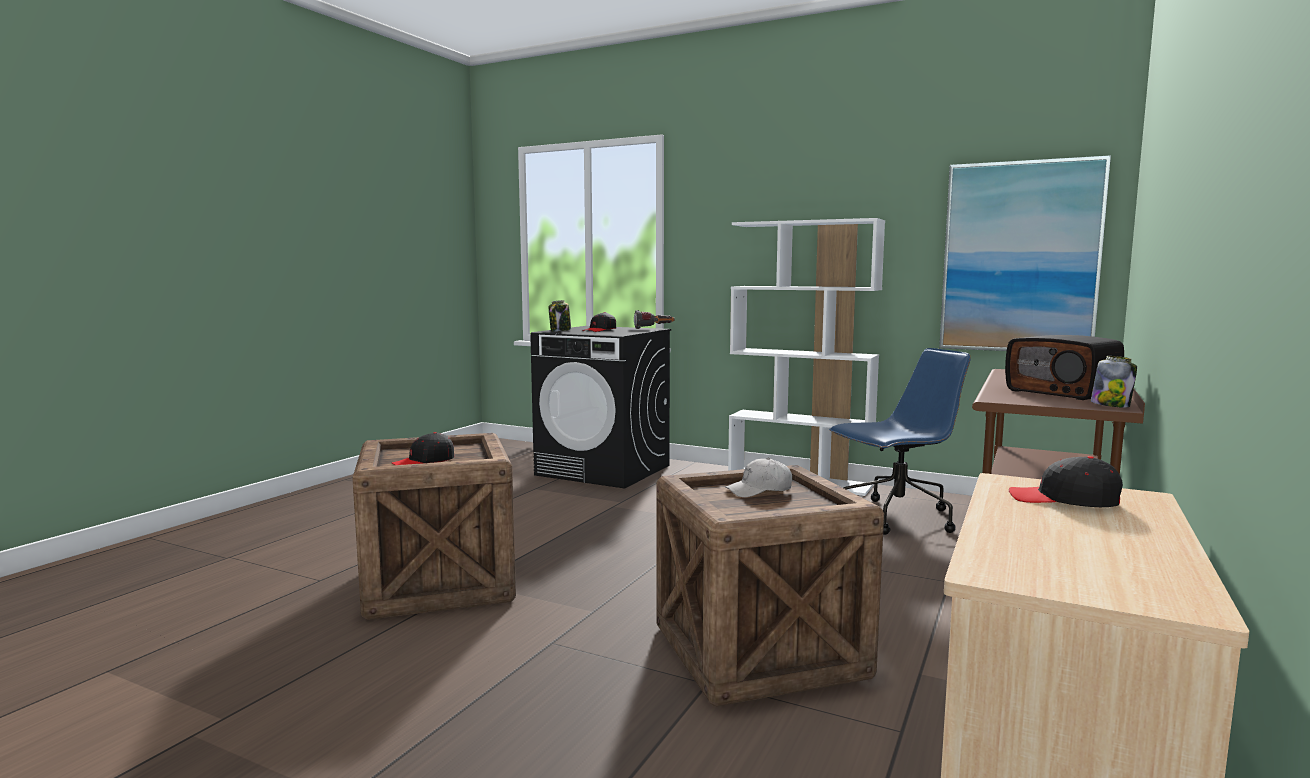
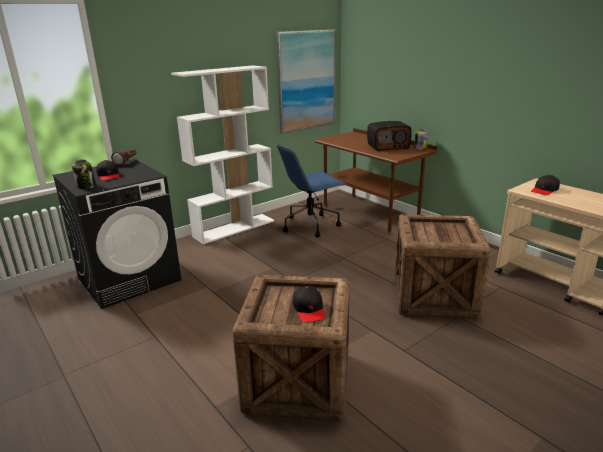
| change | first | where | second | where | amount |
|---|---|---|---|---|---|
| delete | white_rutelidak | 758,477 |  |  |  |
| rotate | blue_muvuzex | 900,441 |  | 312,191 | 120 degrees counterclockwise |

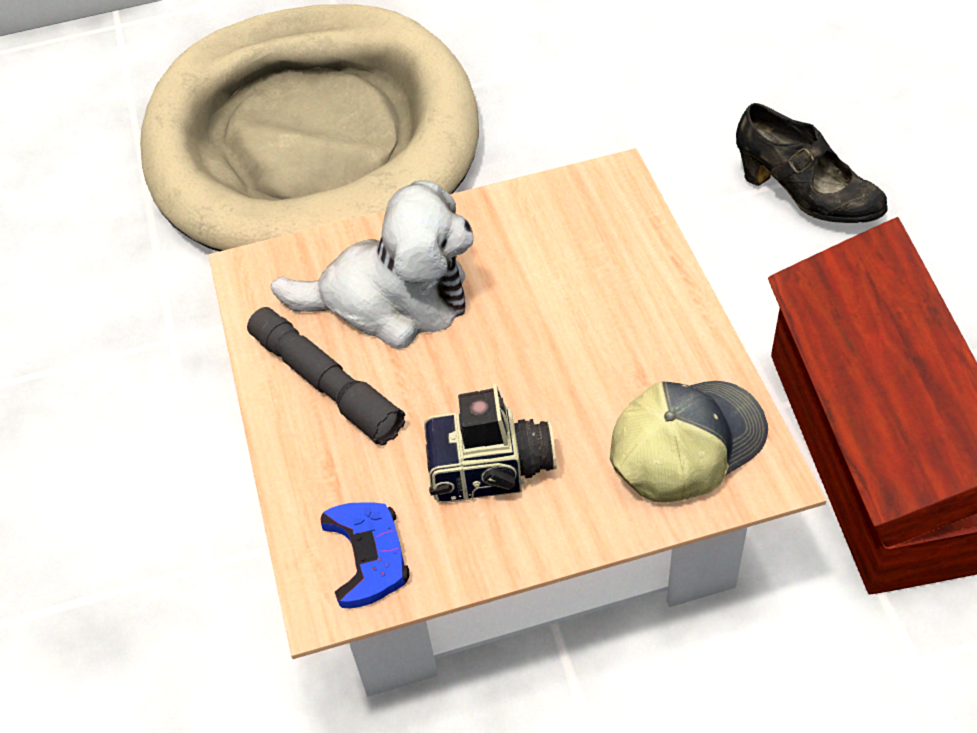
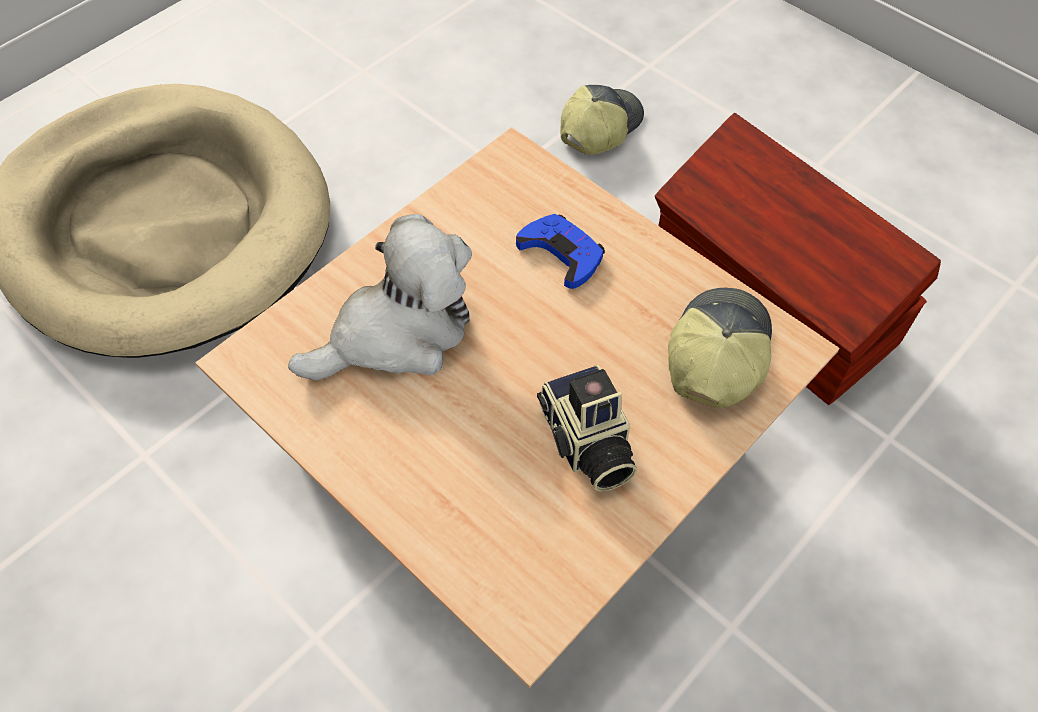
| change | first | where | second | where | amount |
|---|---|---|---|---|---|
| delete | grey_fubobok | 326,376 |  |  |  |
| move | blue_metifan | 365,555 |  | 560,251 |  |
| replace | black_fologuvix | 812,163 | rutelidak | 602,120 |  |
| rotate | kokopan | 490,443 |  | 587,428 | 105 degrees clockwise |

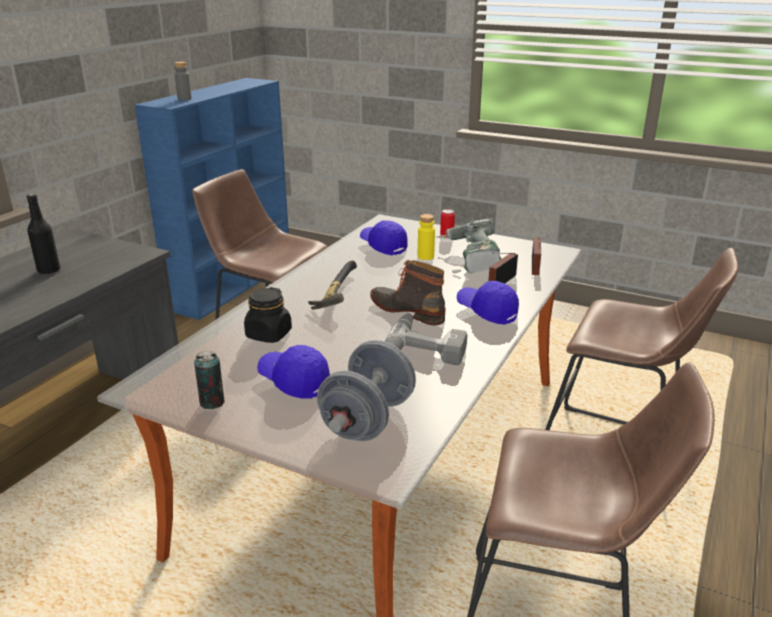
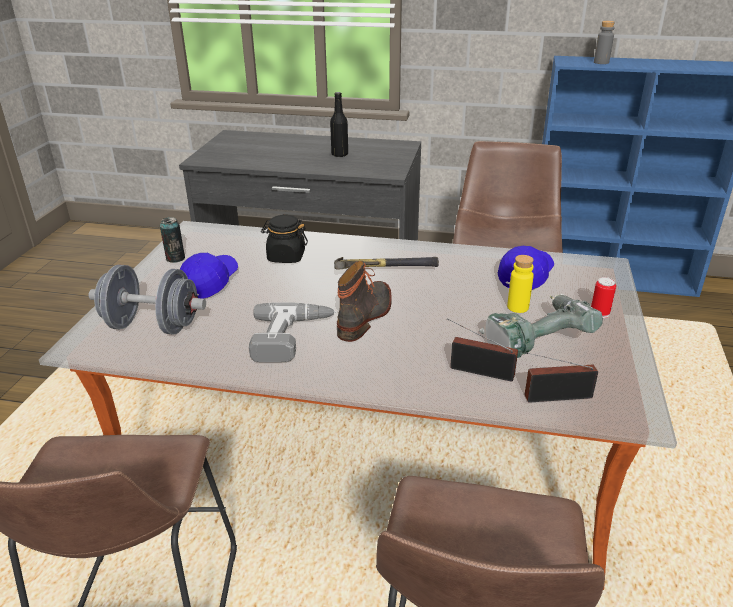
| change | first | where | second | where | amount |
|---|---|---|---|---|---|
| delete | blue_rutelidak | 488,303 |  |  |  |

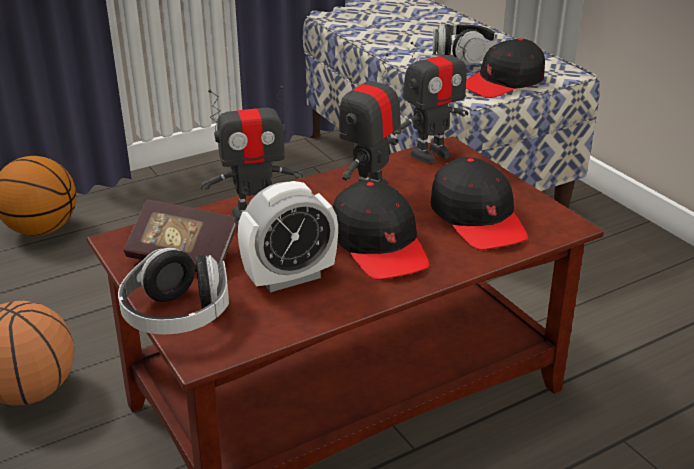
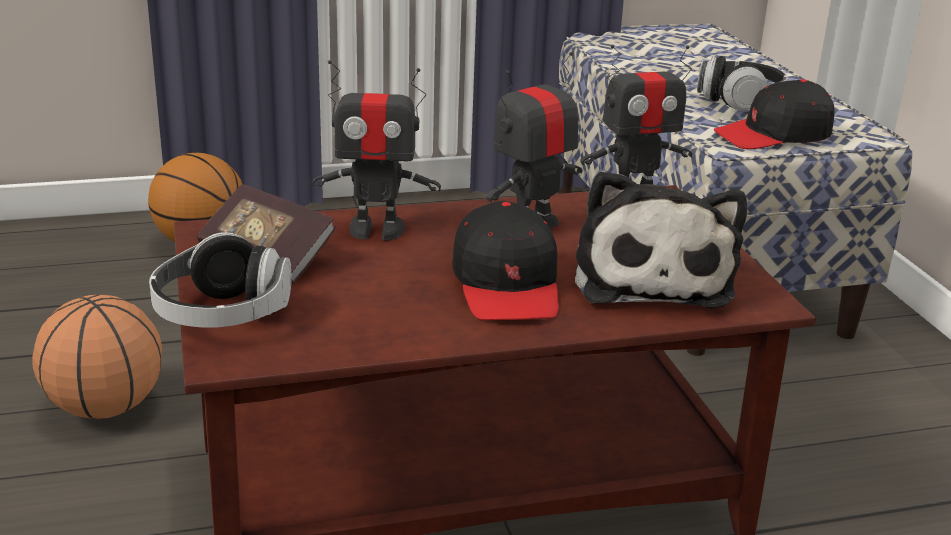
| change | first | where | second | where | amount |
|---|---|---|---|---|---|
| delete | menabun | 288,236 |  |  |  |
| replace | black_rutelidak | 479,203 | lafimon | 661,239 |  |

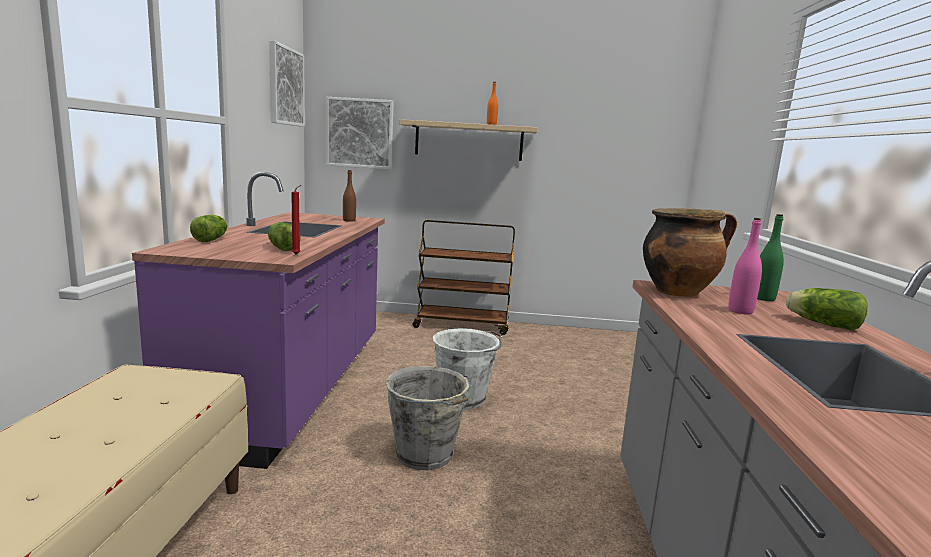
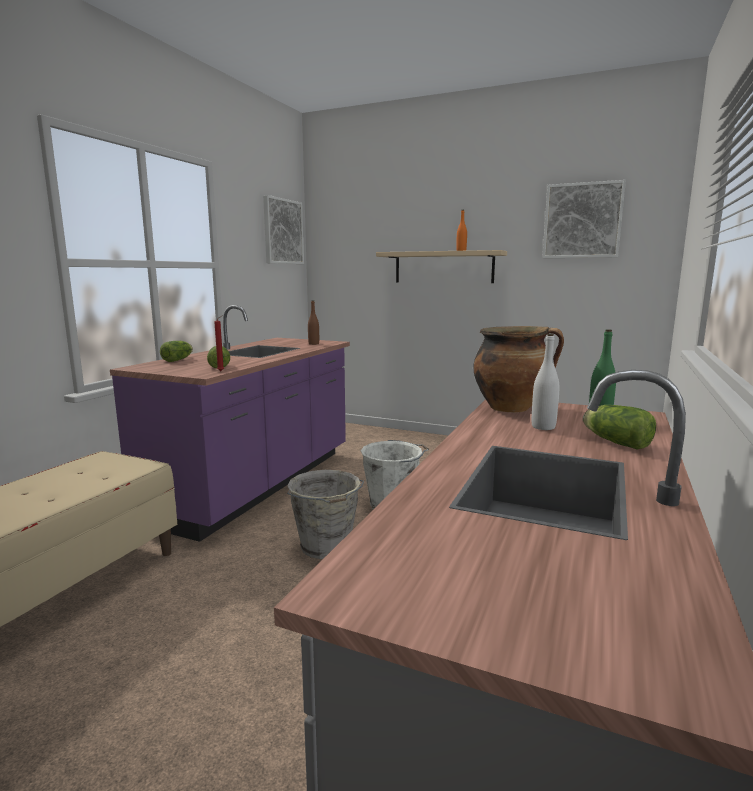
| change | first | where | second | where | amount |
|---|---|---|---|---|---|
| delete | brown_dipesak | 464,277 |  |  |  |
| move | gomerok | 360,133 |  | 584,219 |  |
| recolor | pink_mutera | 745,266 | white_mutera | 545,382 |  |

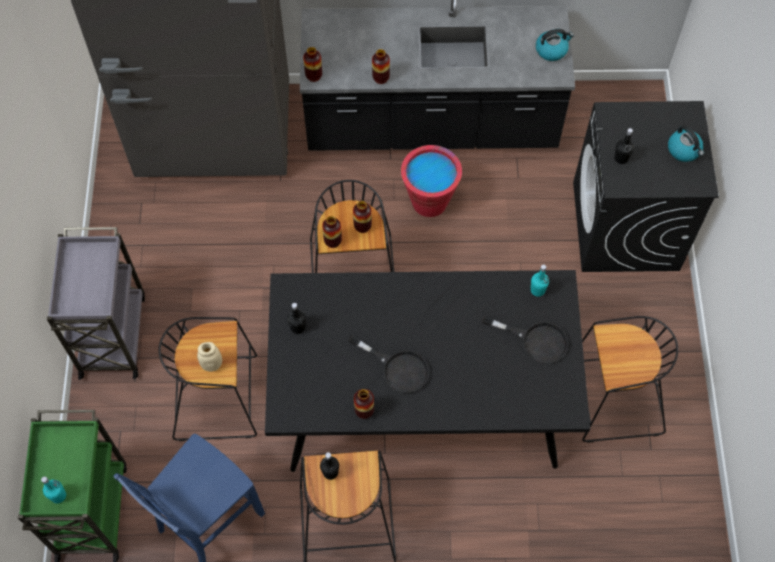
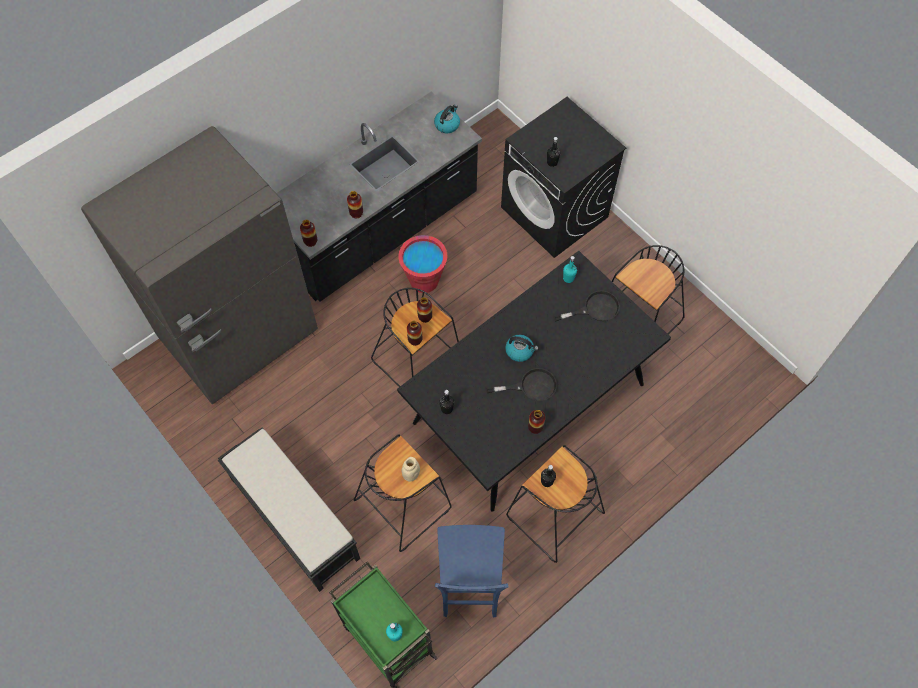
| change | first | where | second | where | amount |
|---|---|---|---|---|---|
| move | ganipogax | 686,143 |  | 522,348 |  |
| replace | grey_dipesak | 96,303 | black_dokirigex | 289,510 |  |

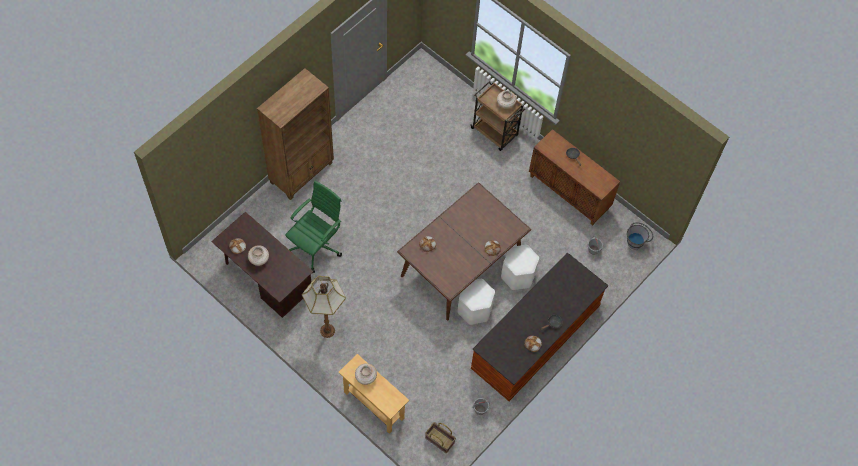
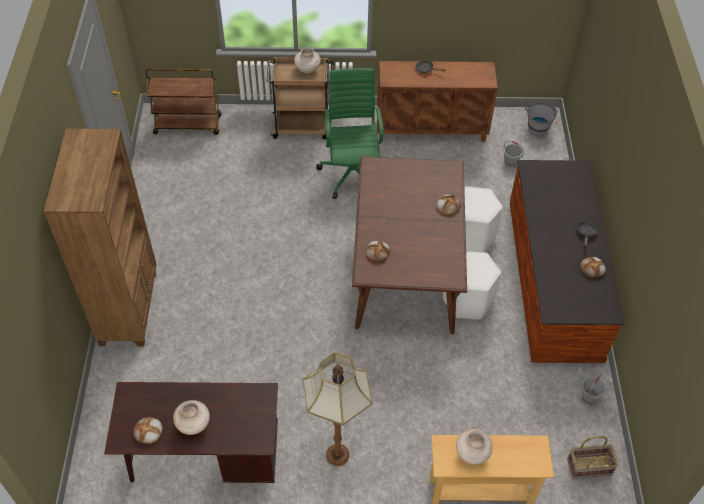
| change | first | where | second | where | amount |
|---|---|---|---|---|---|
| insert |  |  | brown_dipesak | 183,102 |  |
| move | green_muvuzex | 313,227 |  | 350,133 |  |

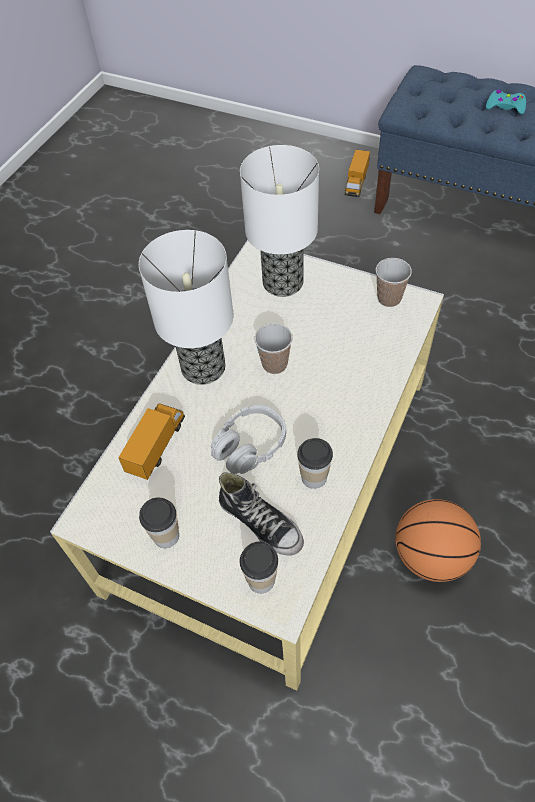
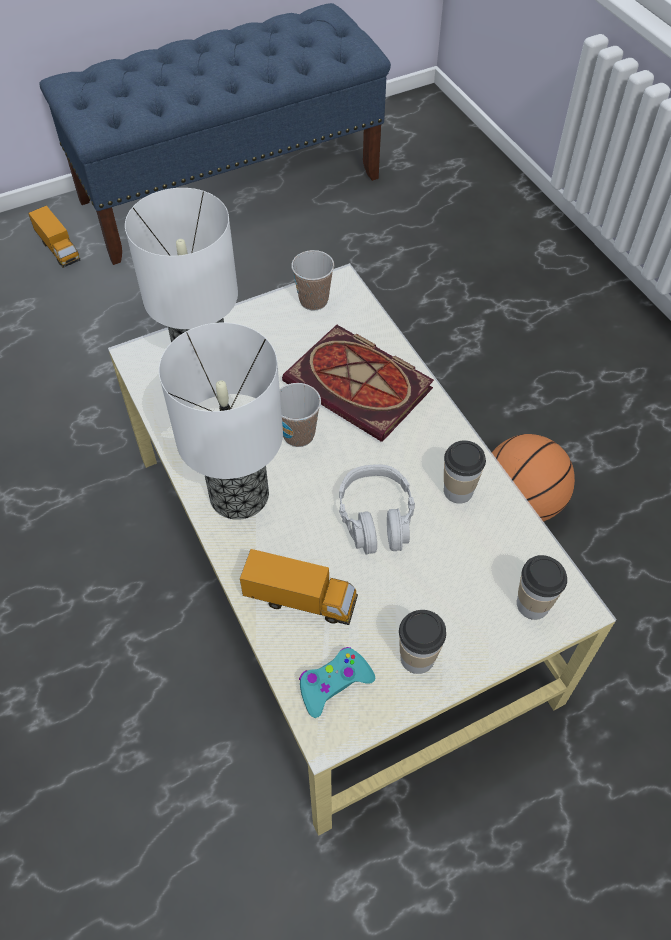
| change | first | where | second | where | amount |
|---|---|---|---|---|---|
| delete | fologuvix | 261,514 |  |  |  |
| insert |  |  | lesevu | 358,383 |  |
| move | turquoise_metifan | 506,102 |  | 337,682 |  |
| rotate | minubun | 151,441 |  | 299,587 | 135 degrees clockwise |

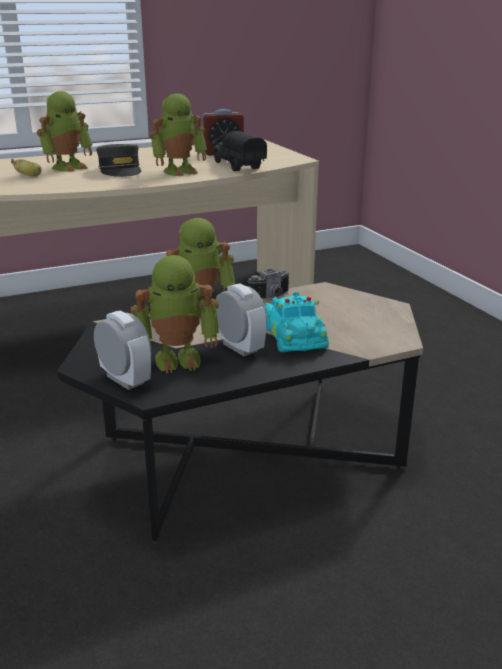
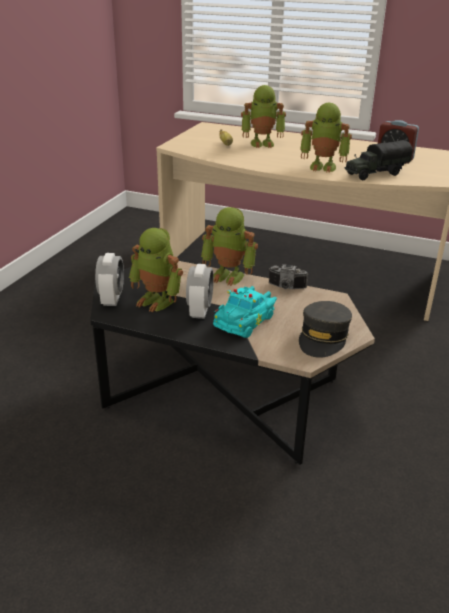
| change | first | where | second | where | amount |
|---|---|---|---|---|---|
| move | grey_rutelidak | 118,160 |  | 325,329 |  |
| rotate | minubun | 240,151 |  | 378,160 | 135 degrees counterclockwise |

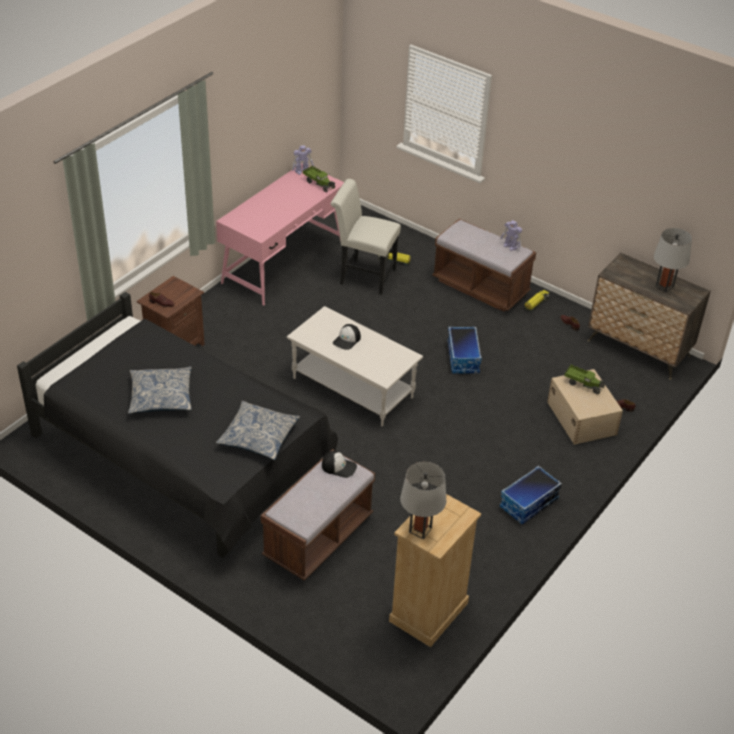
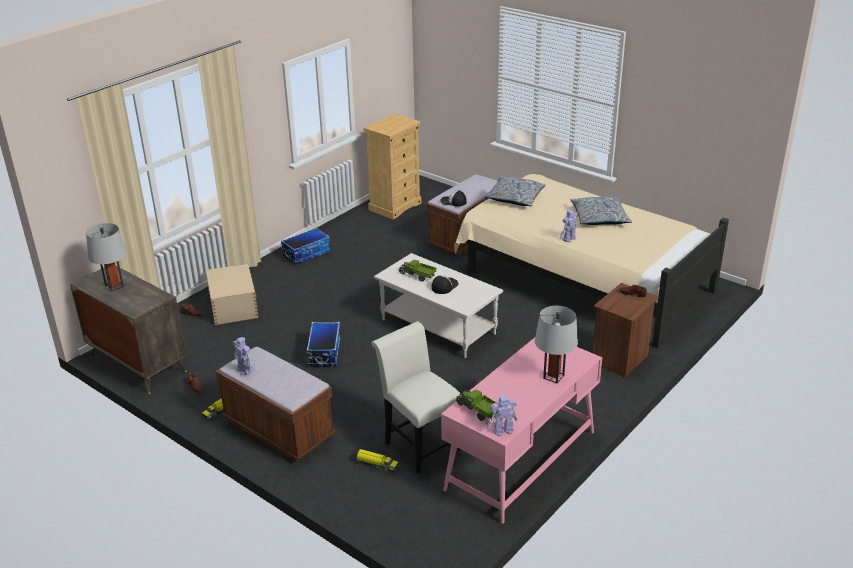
| change | first | where | second | where | amount |
|---|---|---|---|---|---|
| insert |  |  | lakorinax | 569,226 |  |
| move | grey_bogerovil | 423,500 |  | 556,344 |  |
| move | minubun | 584,379 |  | 418,271 |  |
| recolor | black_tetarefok | 177,425 | beige_tetarefok | 591,261 |  |
| rotate | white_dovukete | 365,237 |  | 417,397 | 150 degrees counterclockwise |

